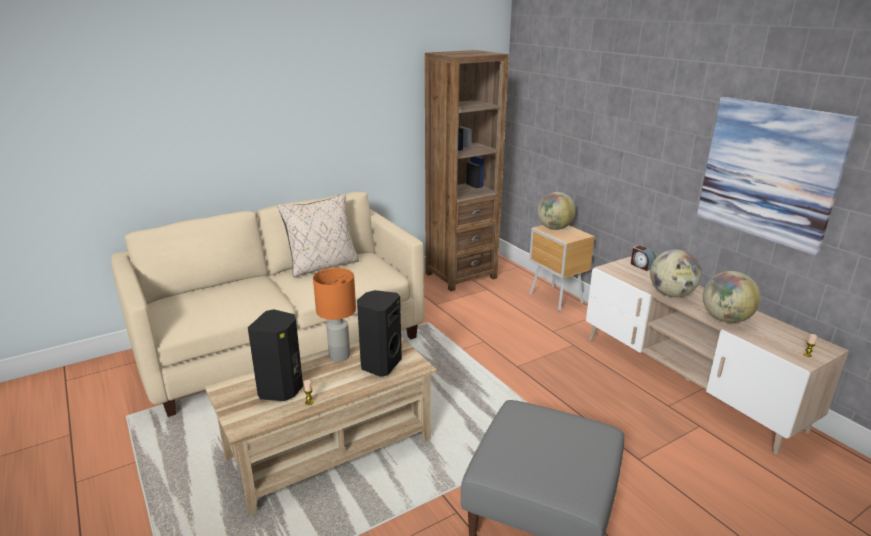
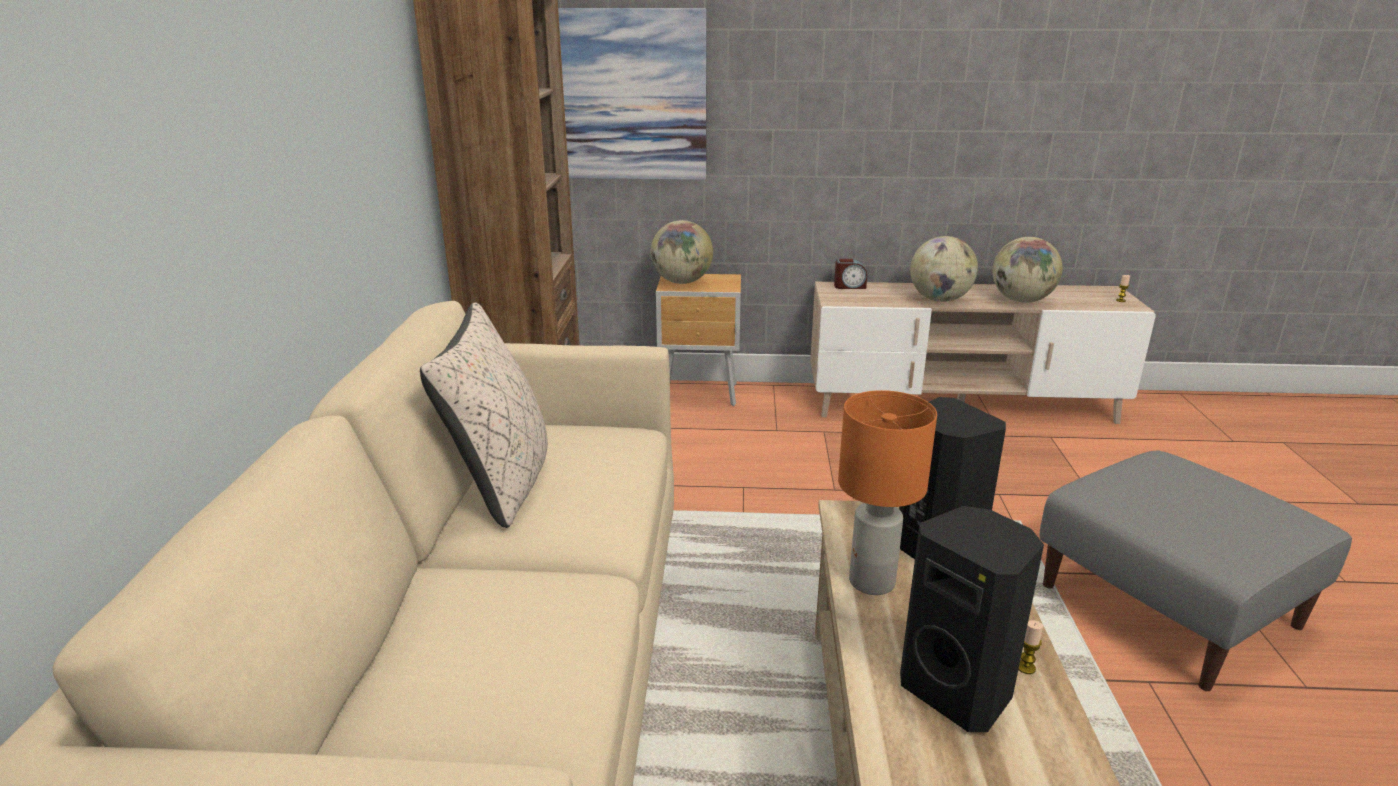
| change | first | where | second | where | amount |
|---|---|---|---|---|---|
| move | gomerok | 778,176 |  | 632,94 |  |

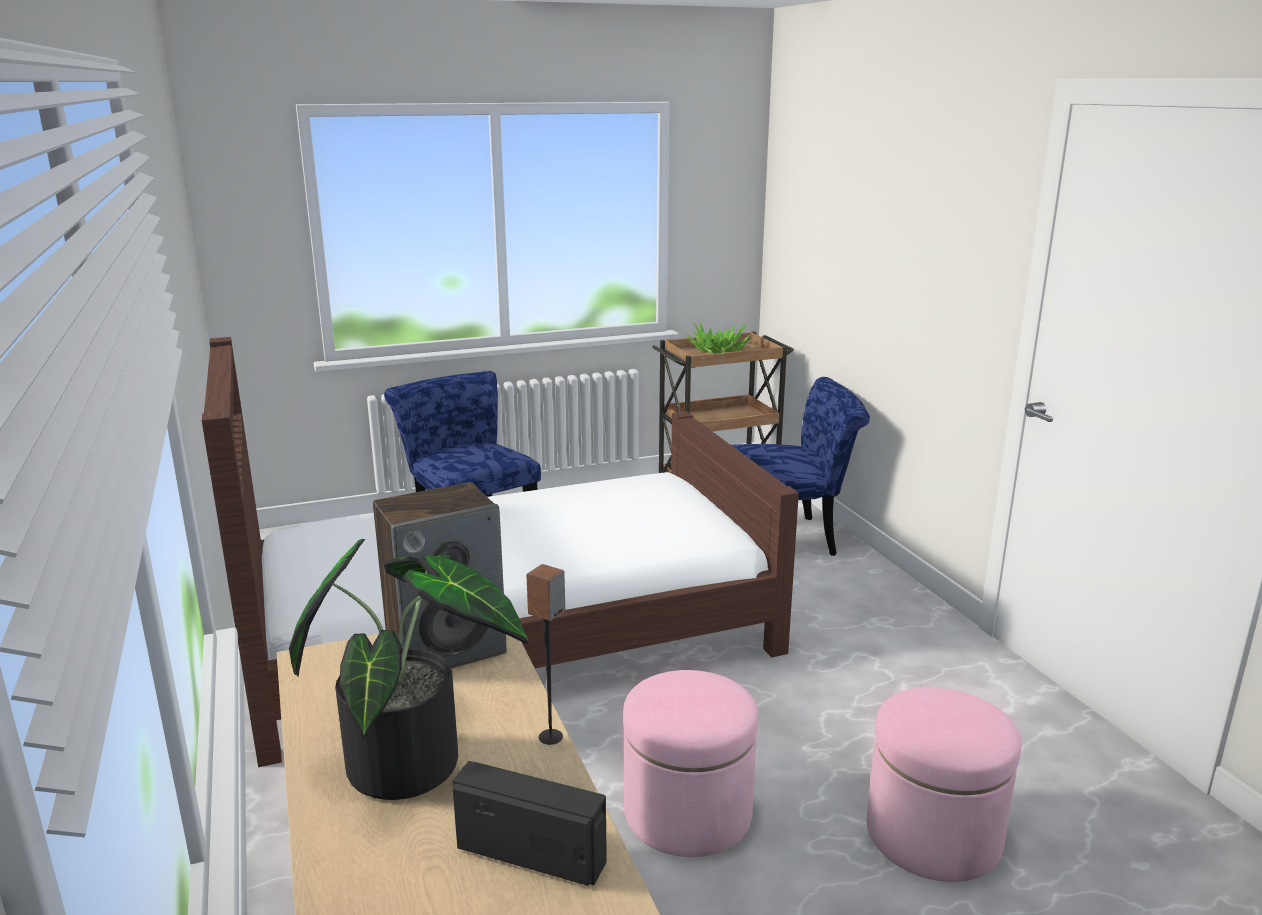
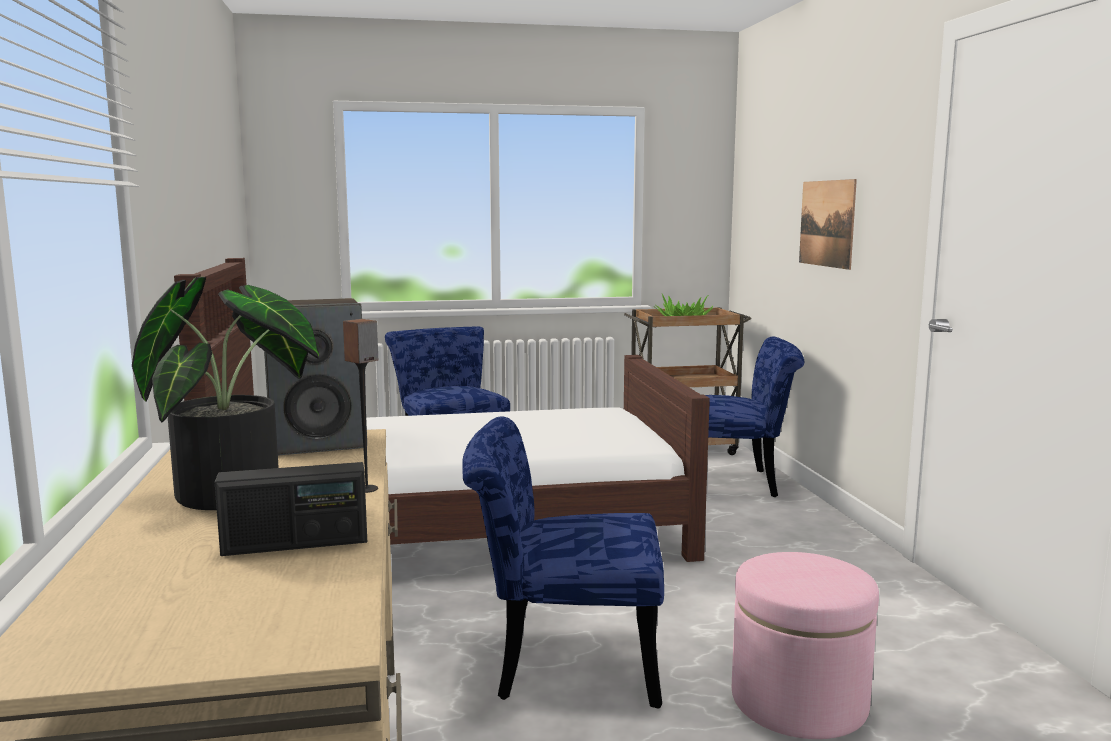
| change | first | where | second | where | amount |
|---|---|---|---|---|---|
| insert |  |  | gomerok | 828,224 |  |
| replace | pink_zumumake | 690,763 | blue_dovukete | 563,562 |  |
| rotate | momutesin | 529,823 |  | 291,509 | 135 degrees clockwise |

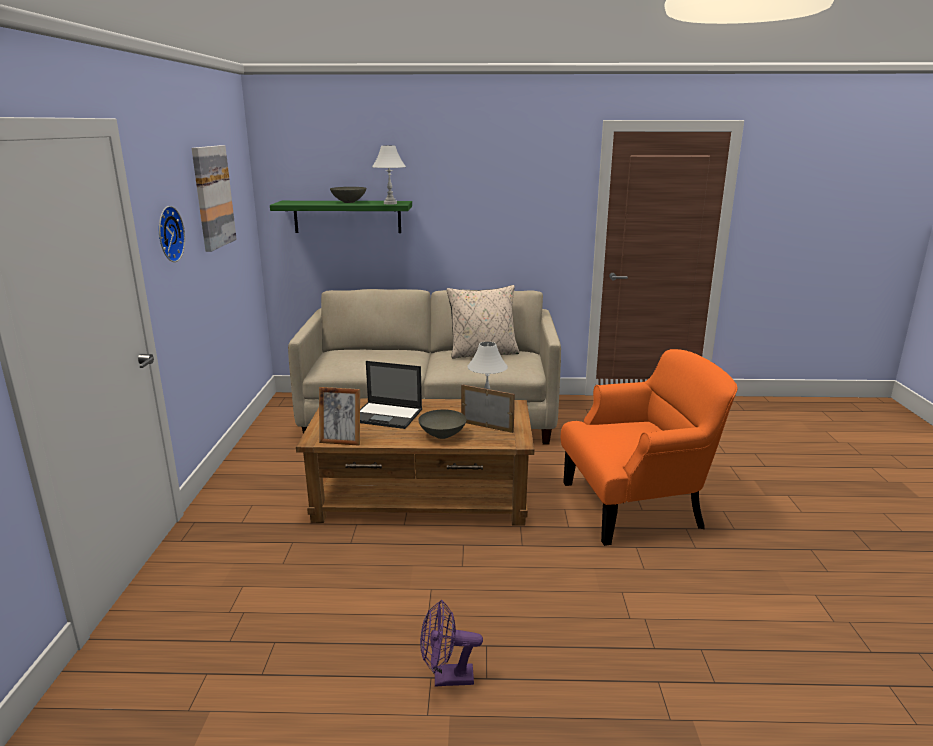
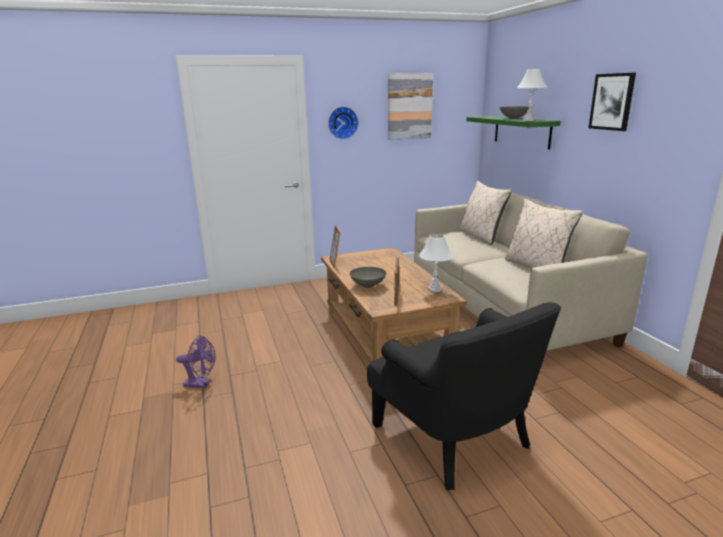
| change | first | where | second | where | amount |
|---|---|---|---|---|---|
| delete | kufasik | 391,395 |  |  |  |
| insert |  |  | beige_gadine | 486,213 |  |
| insert |  |  | gomerok | 612,102 |  |
| recolor | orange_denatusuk | 649,447 | black_denatusuk | 464,396 |  |
| rotate | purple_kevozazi | 451,643 |  | 196,362 | 120 degrees clockwise |

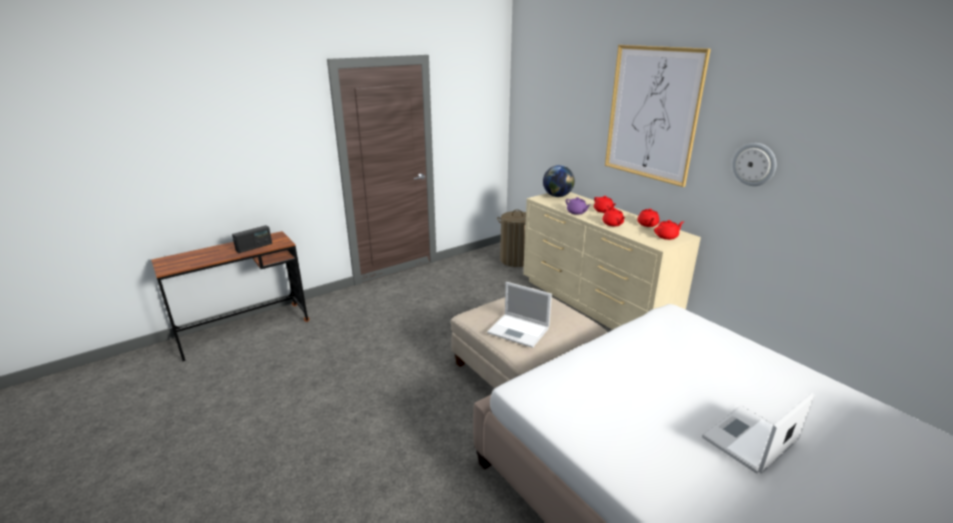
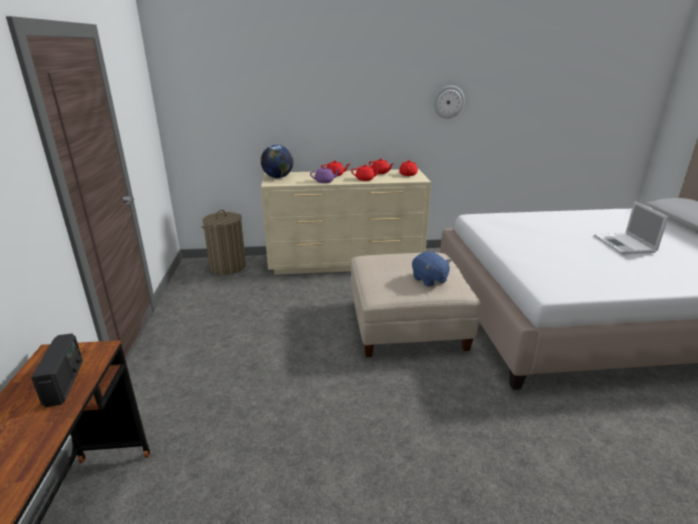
| change | first | where | second | where | amount |
|---|---|---|---|---|---|
| delete | gomerok | 658,116 |  |  |  |
| replace | kufasik | 519,315 | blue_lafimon | 431,269 |  |

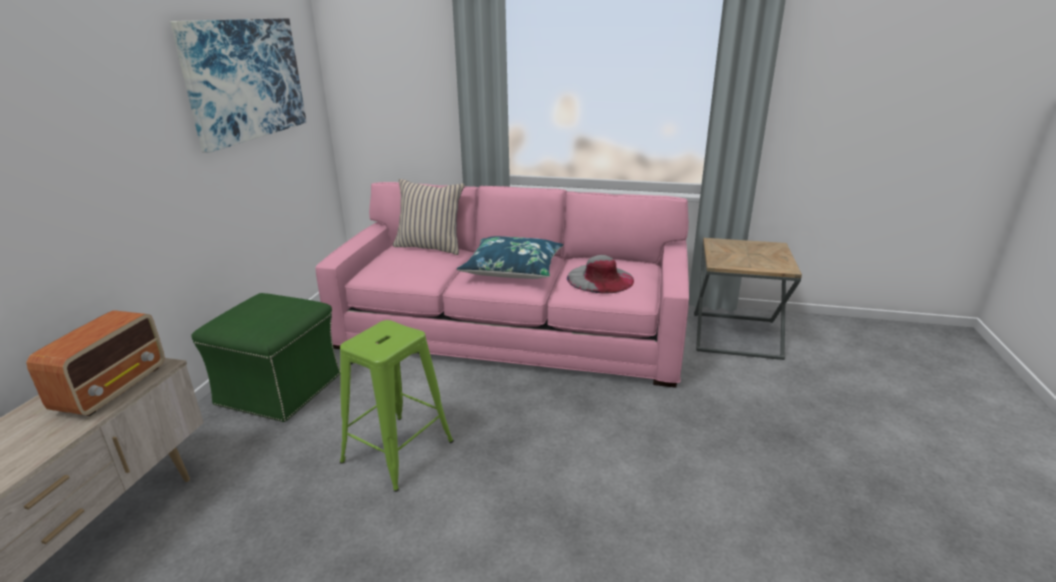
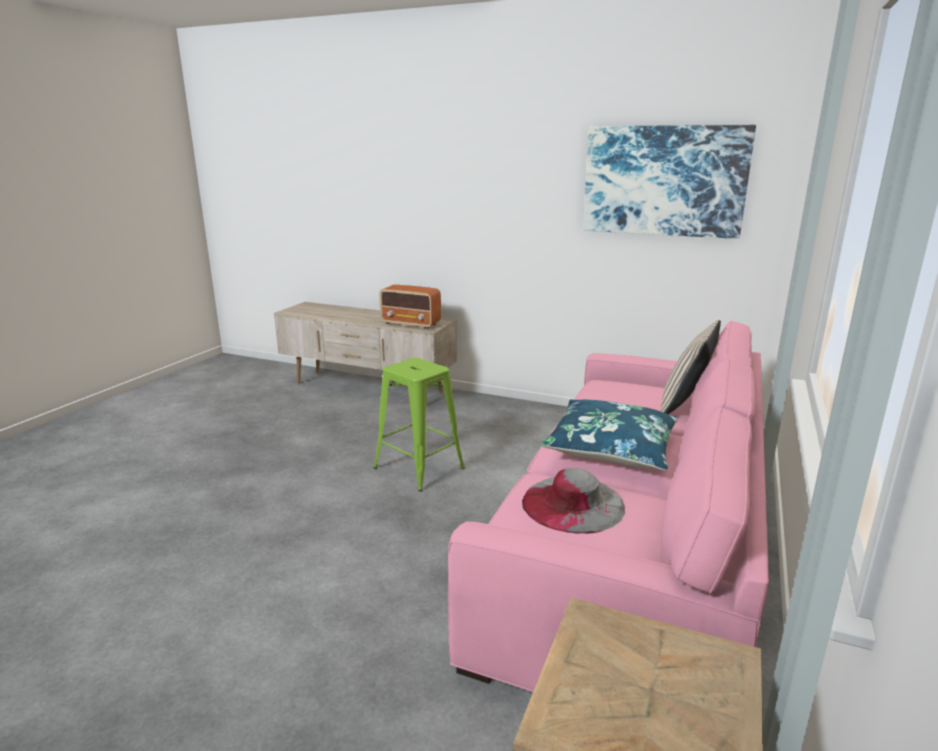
| change | first | where | second | where | amount |
|---|---|---|---|---|---|
| delete | green_zumumake | 265,357 |  |  |  |

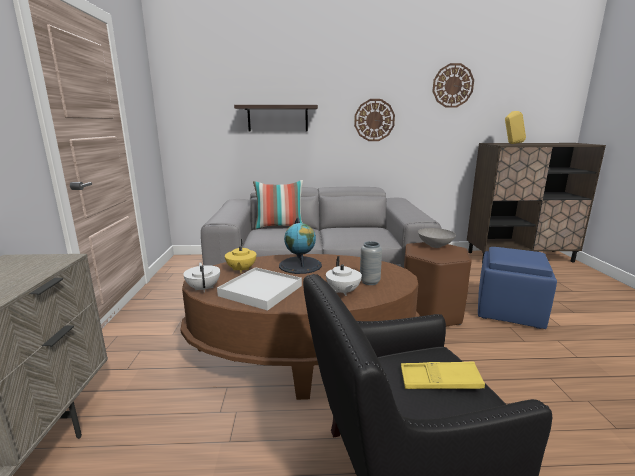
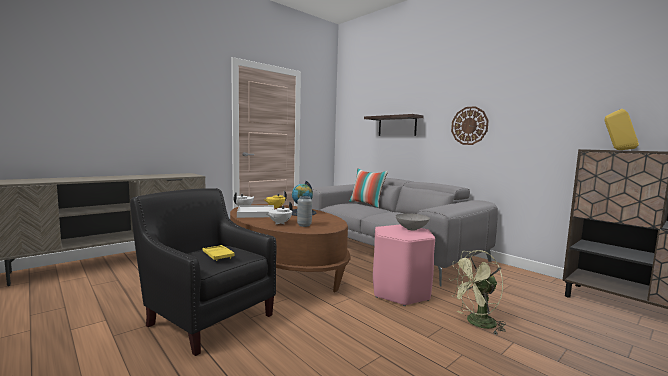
| change | first | where | second | where | amount |
|---|---|---|---|---|---|
| delete | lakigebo | 453,85 |  |  |  |
| replace | blue_zumumake | 517,288 | green_kevozazi | 477,292 |  |
| recolor | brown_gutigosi | 438,284 | pink_gutigosi | 404,265 |  |

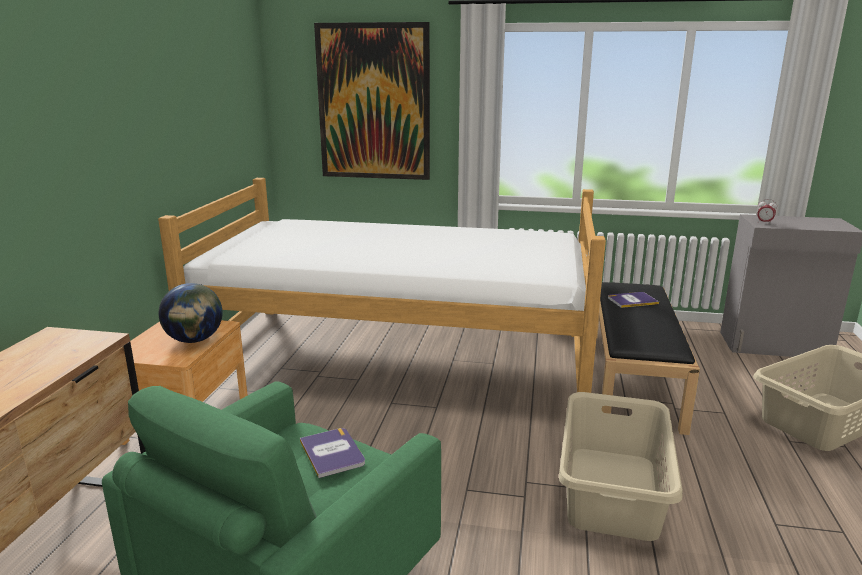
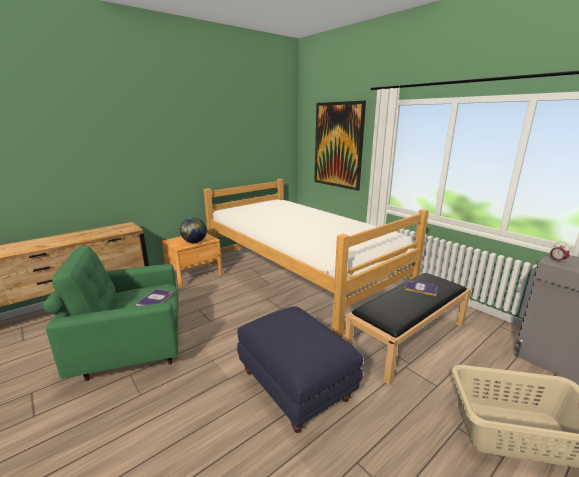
| change | first | where | second | where | amount |
|---|---|---|---|---|---|
| replace | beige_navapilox | 621,466 | blue_zumumake | 300,369 |  |

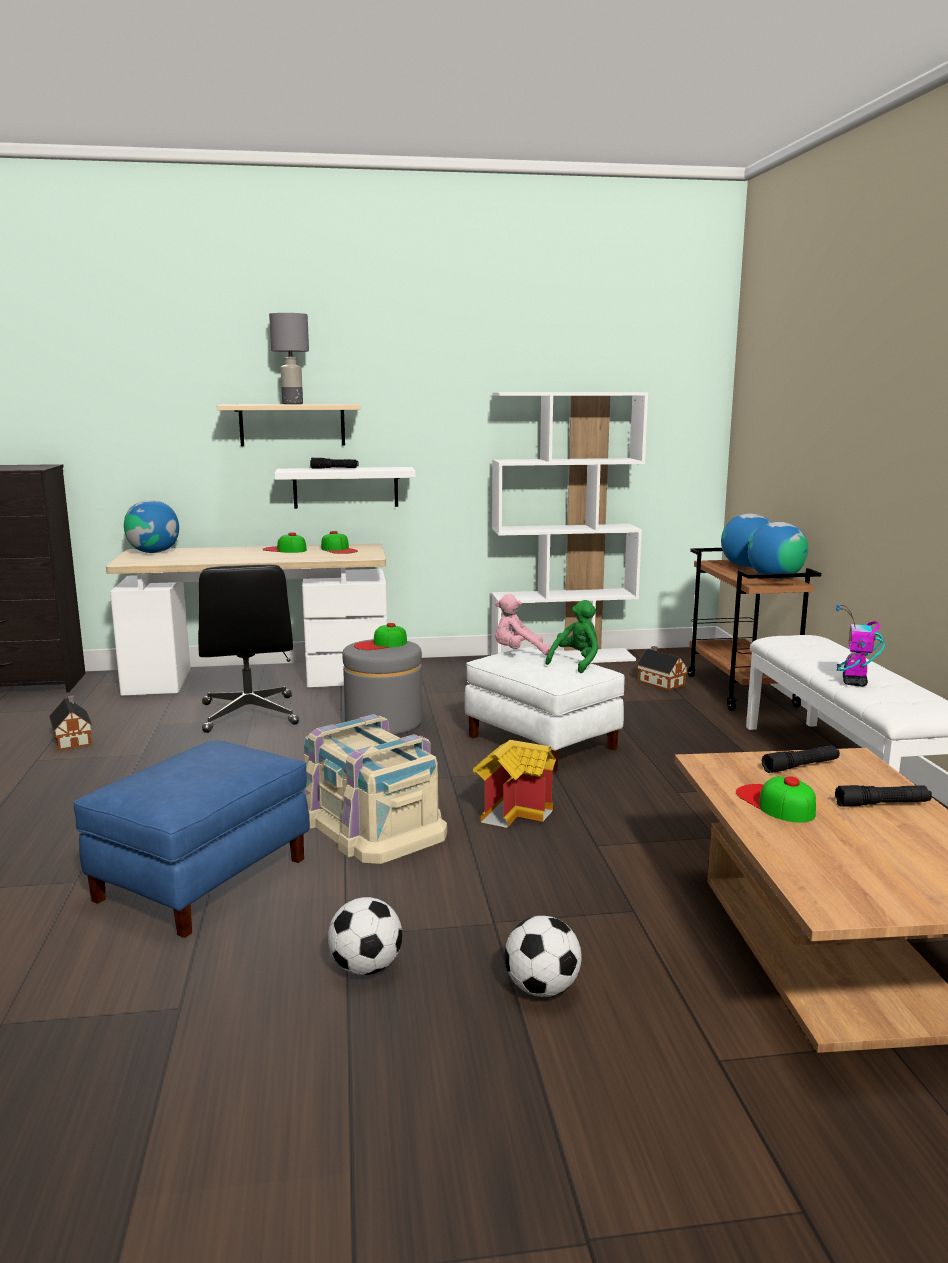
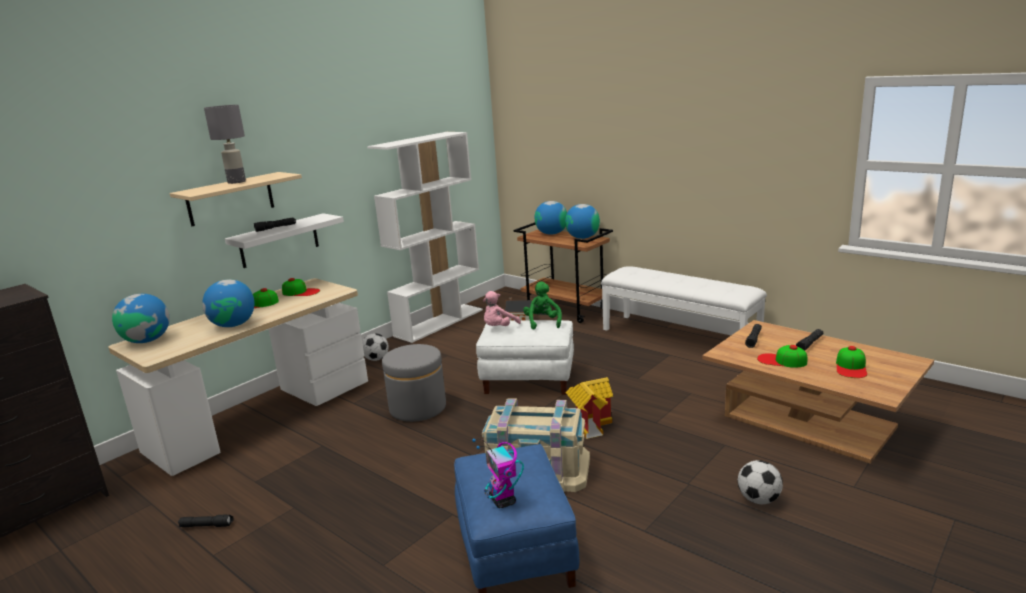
| change | first | where | second | where | amount |
|---|---|---|---|---|---|
| delete | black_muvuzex | 248,649 |  |  |  |
| insert |  |  | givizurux | 228,303 |  |
| move | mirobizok | 365,936 |  | 375,347 |  |
| move | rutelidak | 380,636 |  | 851,362 |  |
| move | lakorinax | 860,645 |  | 498,473 |  |
| replace | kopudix | 71,722 | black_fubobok | 206,521 |  |

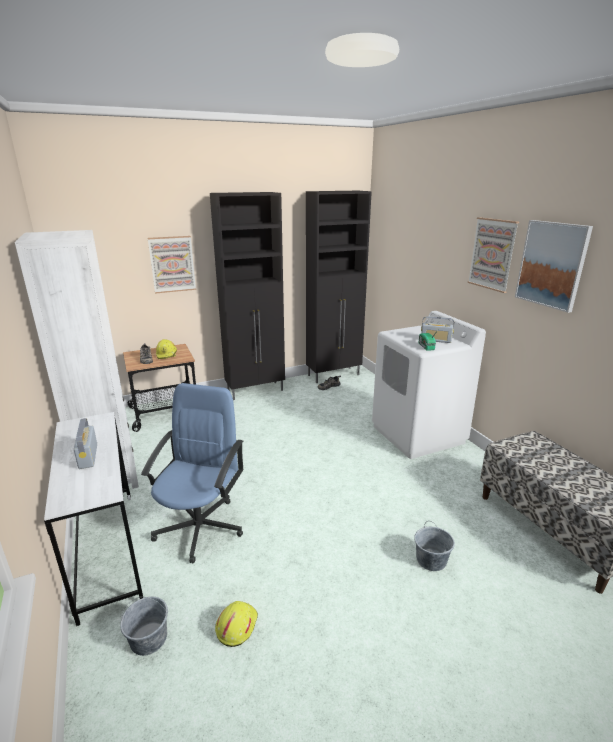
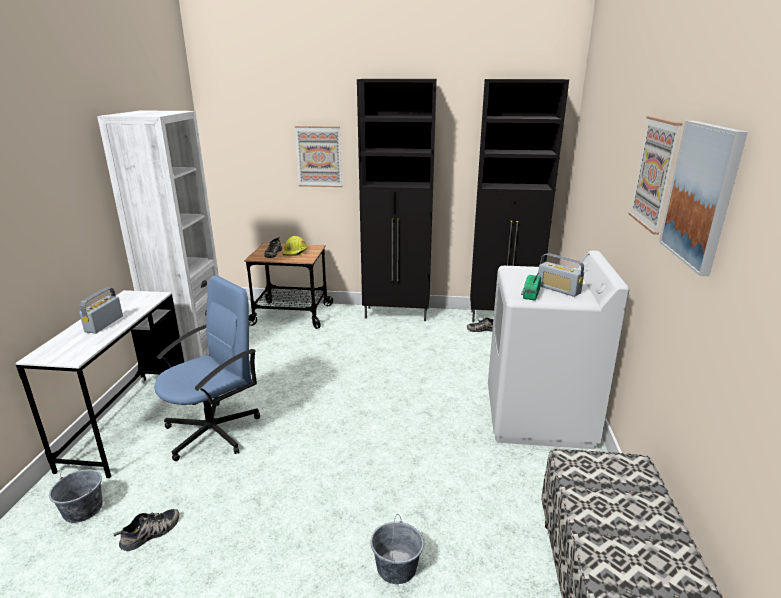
| change | first | where | second | where | amount |
|---|---|---|---|---|---|
| replace | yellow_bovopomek | 236,624 | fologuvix | 147,530 |  |

